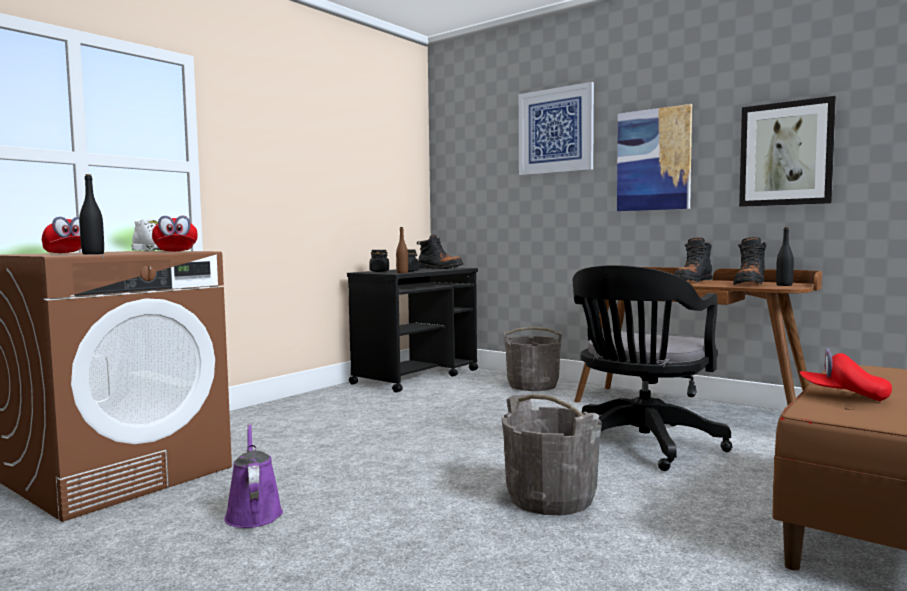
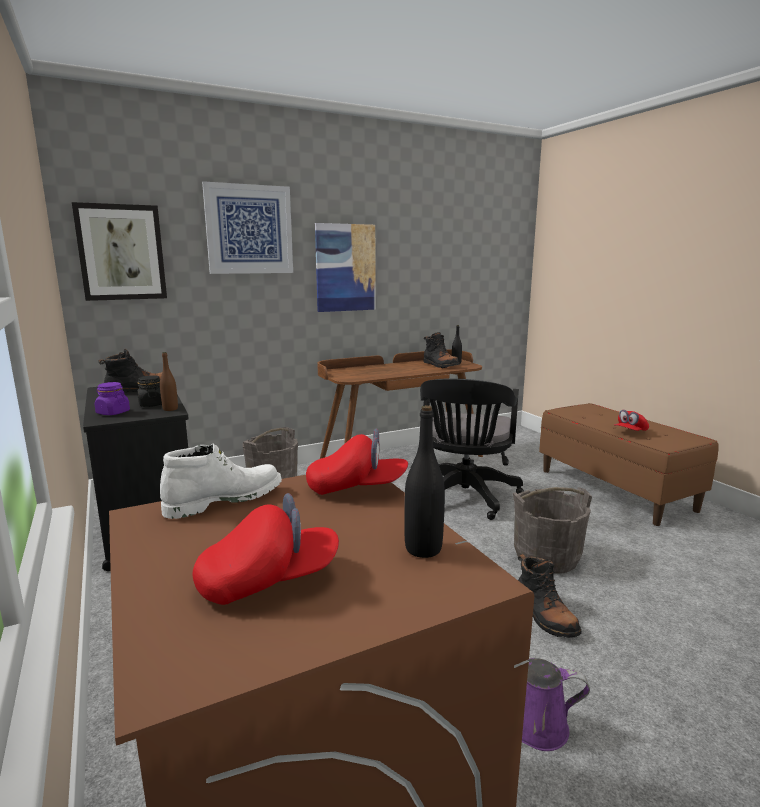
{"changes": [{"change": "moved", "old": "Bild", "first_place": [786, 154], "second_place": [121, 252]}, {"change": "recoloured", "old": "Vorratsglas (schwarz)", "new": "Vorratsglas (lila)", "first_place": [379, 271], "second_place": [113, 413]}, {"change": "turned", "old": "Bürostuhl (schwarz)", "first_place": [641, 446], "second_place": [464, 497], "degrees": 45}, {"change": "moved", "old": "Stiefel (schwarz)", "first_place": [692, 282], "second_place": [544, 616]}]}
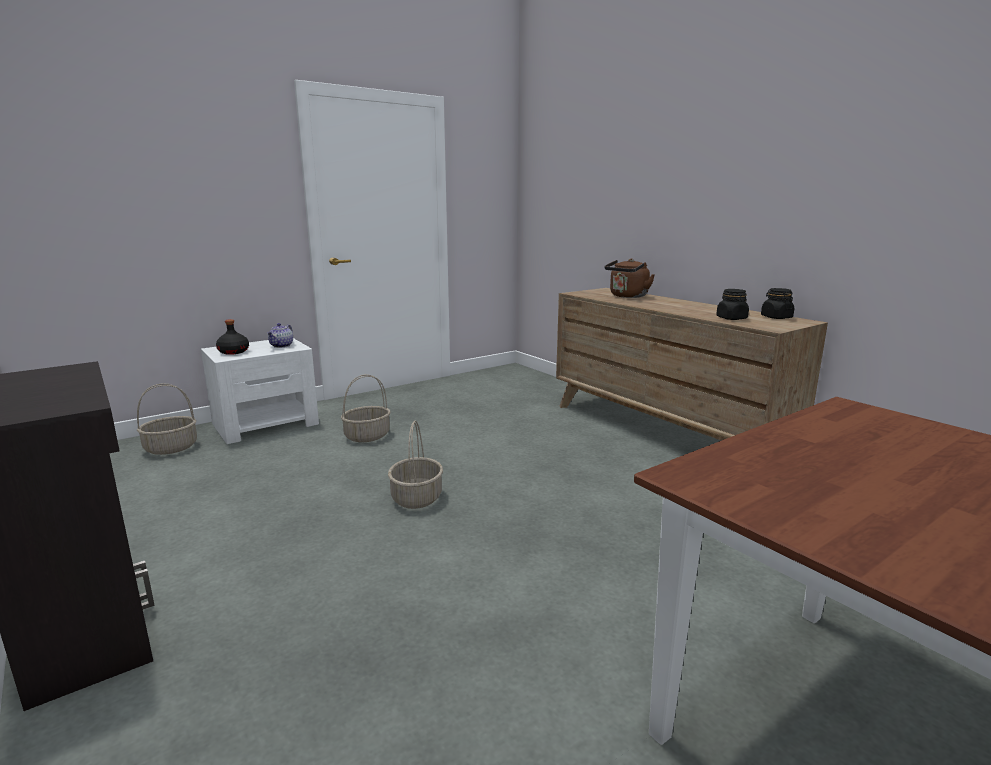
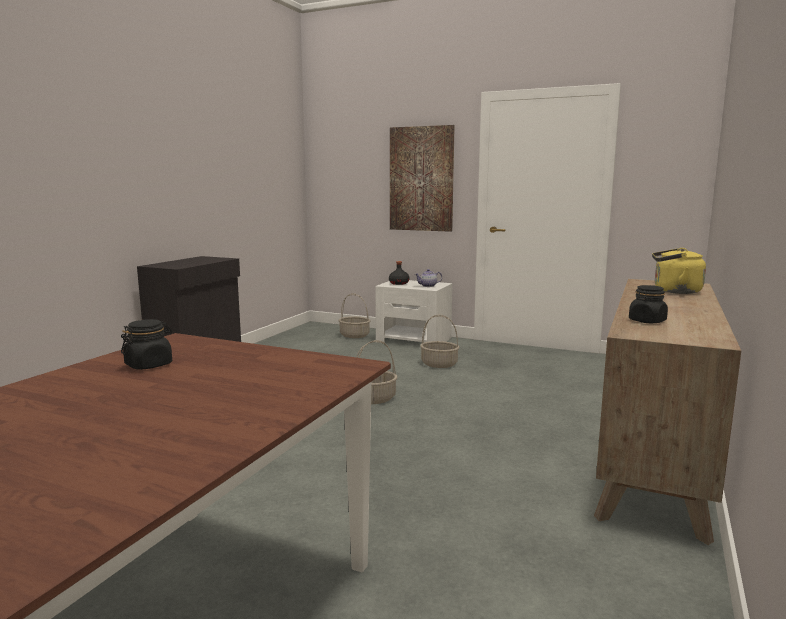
{"changes": [{"change": "moved", "old": "Vorratsglas (schwarz)", "first_place": [776, 317], "second_place": [149, 365]}, {"change": "added", "new": "Bild", "second_place": [421, 179]}, {"change": "recoloured", "old": "Wasserkessel (braun)", "new": "Wasserkessel (gelb)", "first_place": [627, 296], "second_place": [674, 291]}]}
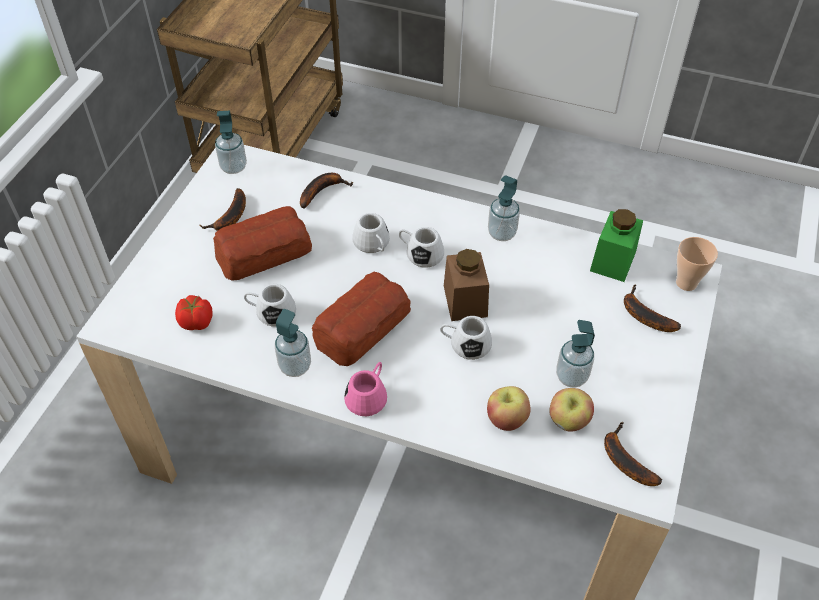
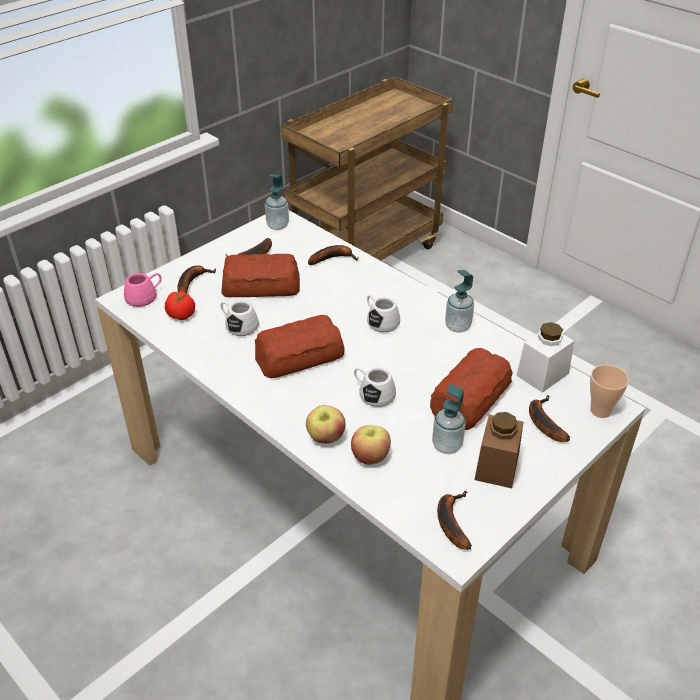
{"changes": [{"change": "moved", "old": "Henkelbecher (rosa)", "first_place": [368, 395], "second_place": [145, 296]}, {"change": "added", "new": "Banane", "second_place": [192, 282]}, {"change": "moved", "old": "Apfel", "first_place": [568, 421], "second_place": [325, 437]}, {"change": "added", "new": "Brot", "second_place": [471, 397]}, {"change": "moved", "old": "Vorratsglas (braun)", "first_place": [465, 301], "second_place": [496, 466]}, {"change": "recoloured", "old": "Vorratsglas (grün)", "new": "Vorratsglas (weiß)", "first_place": [613, 261], "second_place": [542, 374]}, {"change": "removed", "old": "Seifenspender", "first_place": [295, 366]}, {"change": "removed", "old": "Henkelbecher (weiß)", "first_place": [373, 244]}]}
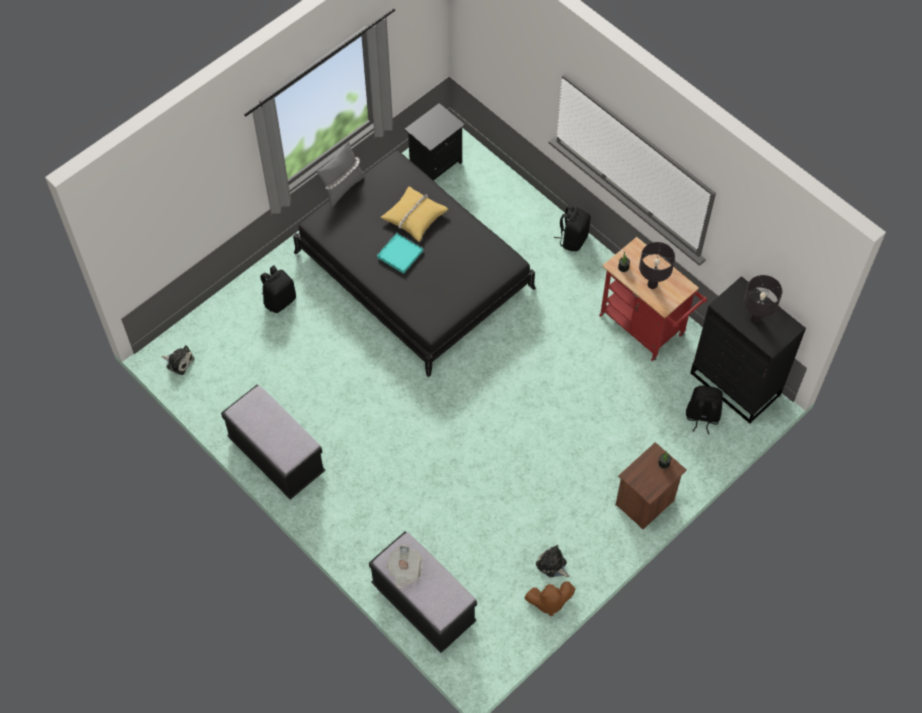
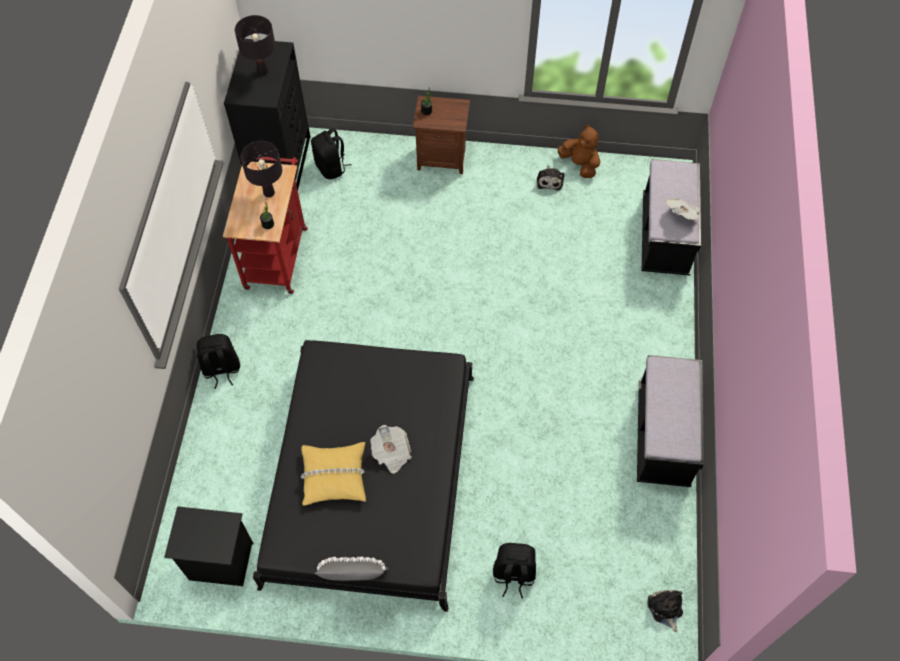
{"changes": [{"change": "replaced", "old": "Tablett (türkis)", "new": "Zeitung", "first_place": [400, 254], "second_place": [391, 453]}]}
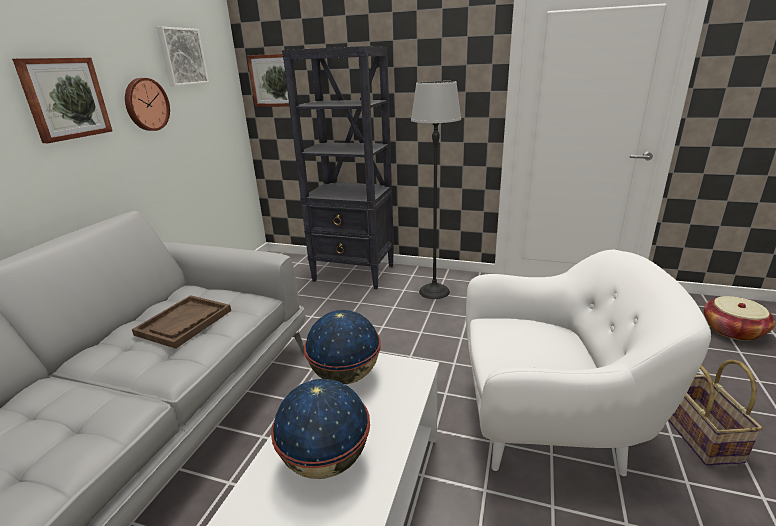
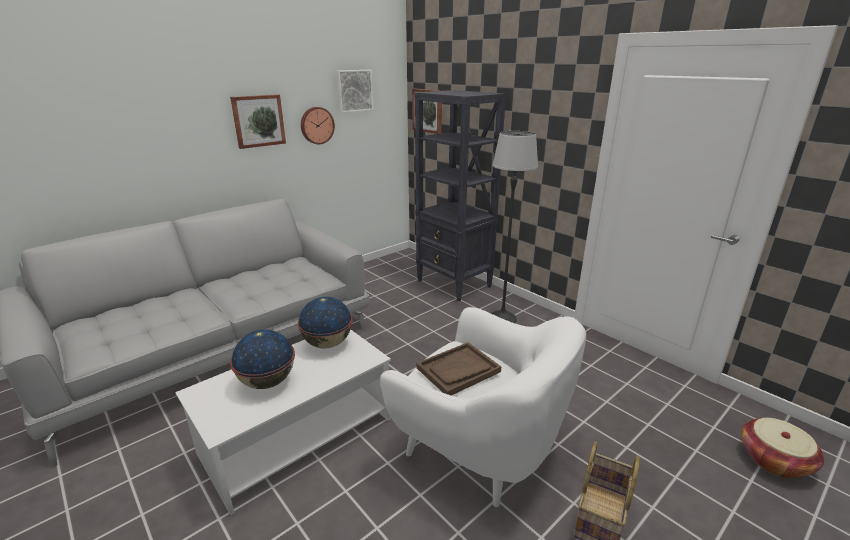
{"changes": [{"change": "moved", "old": "Tablett (braun)", "first_place": [184, 322], "second_place": [458, 370]}]}
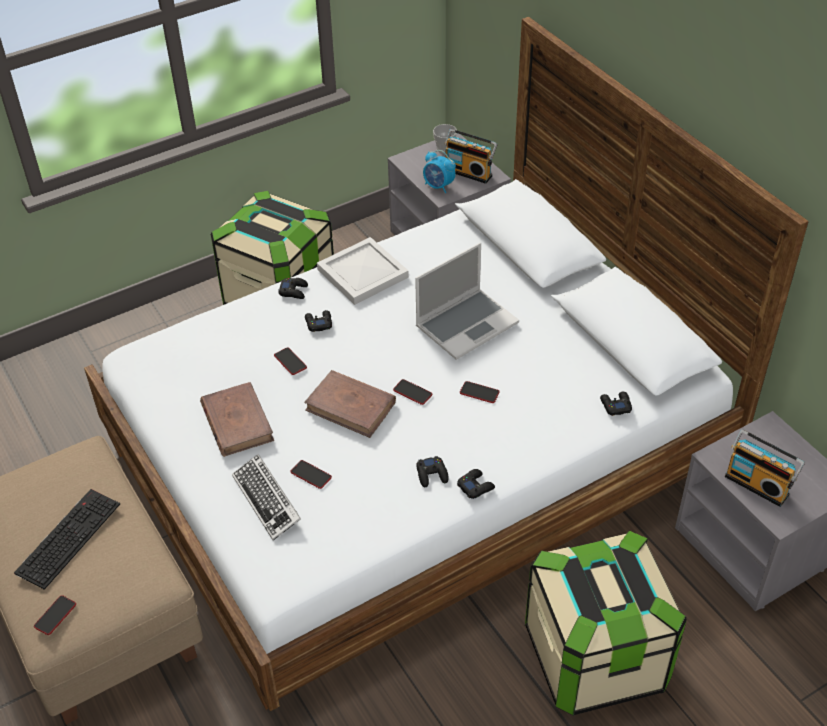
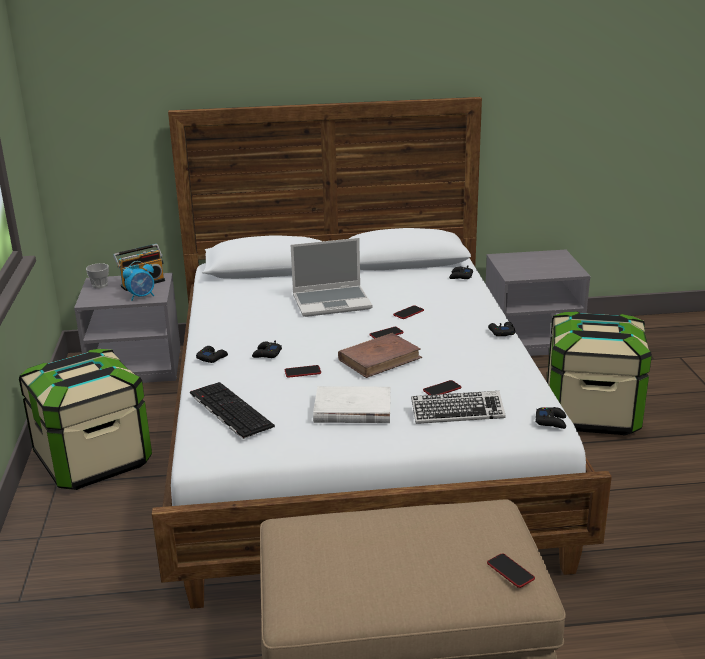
{"changes": [{"change": "moved", "old": "Tastatur", "first_place": [68, 536], "second_place": [228, 410]}, {"change": "turned", "old": "Laptop", "first_place": [467, 324], "second_place": [332, 302], "degrees": 90}, {"change": "recoloured", "old": "Buch (braun)", "new": "Buch (weiß)", "first_place": [237, 422], "second_place": [352, 410]}, {"change": "moved", "old": "Gamepad (schwarz)", "first_place": [432, 474], "second_place": [551, 421]}, {"change": "removed", "old": "Tablett (weiß)", "first_place": [364, 273]}, {"change": "removed", "old": "Radio", "first_place": [758, 484]}]}
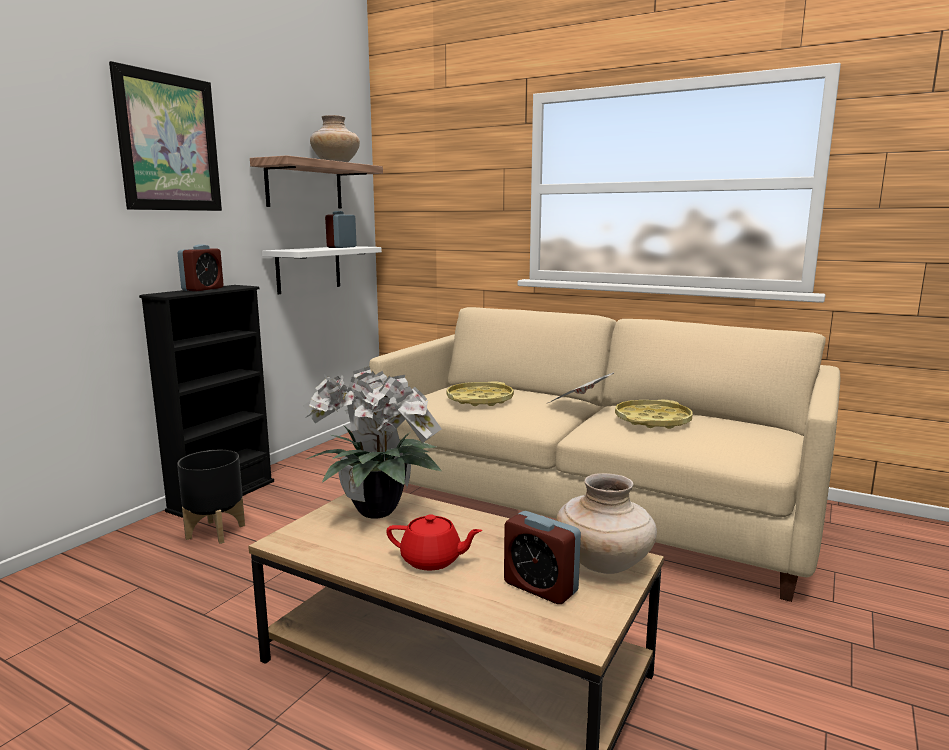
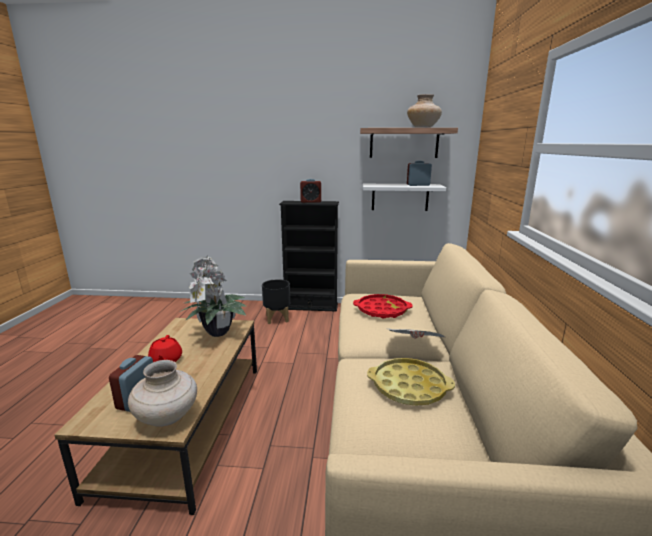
{"changes": [{"change": "recoloured", "old": "Tablett (gelb)", "new": "Tablett (rot)", "first_place": [479, 400], "second_place": [382, 310]}, {"change": "removed", "old": "Bild", "first_place": [169, 143]}]}
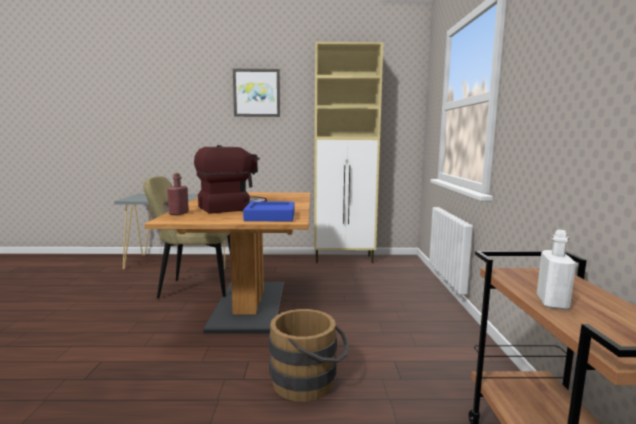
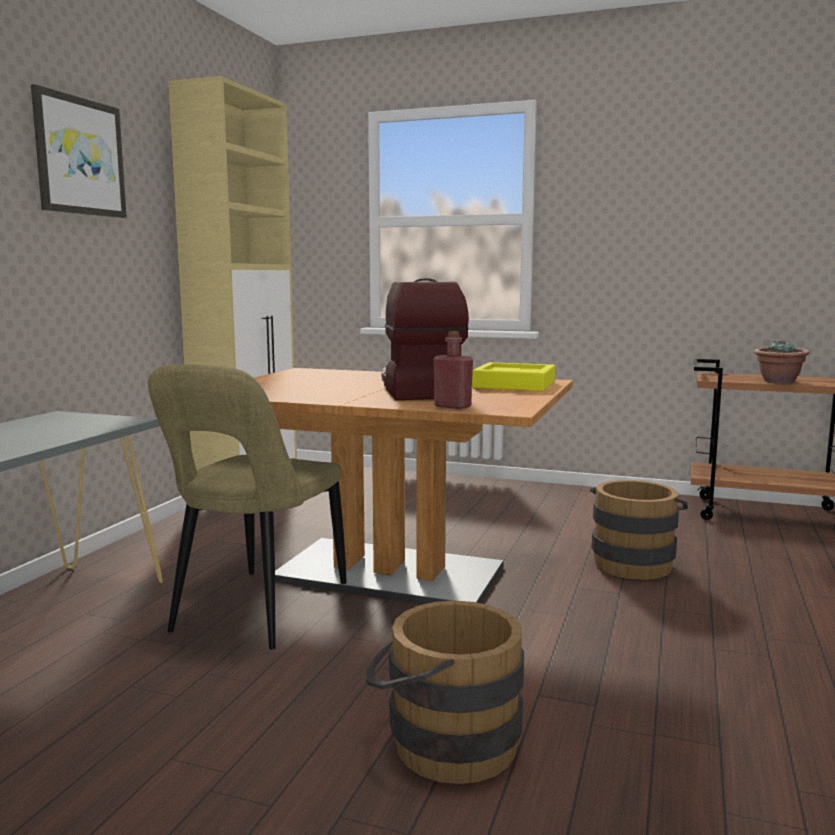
{"changes": [{"change": "added", "new": "Eimer (braun)", "second_place": [442, 742]}, {"change": "recoloured", "old": "Tablett (blau)", "new": "Tablett (gelb)", "first_place": [270, 216], "second_place": [514, 384]}, {"change": "replaced", "old": "Flasche (weiß)", "new": "Topfpflanze", "first_place": [552, 302], "second_place": [779, 381]}]}
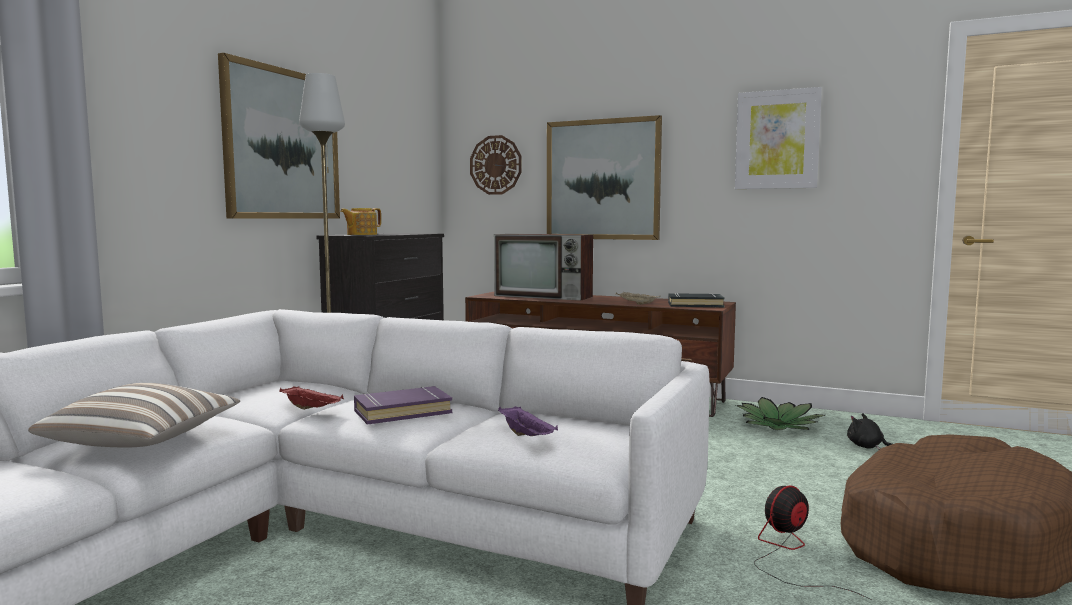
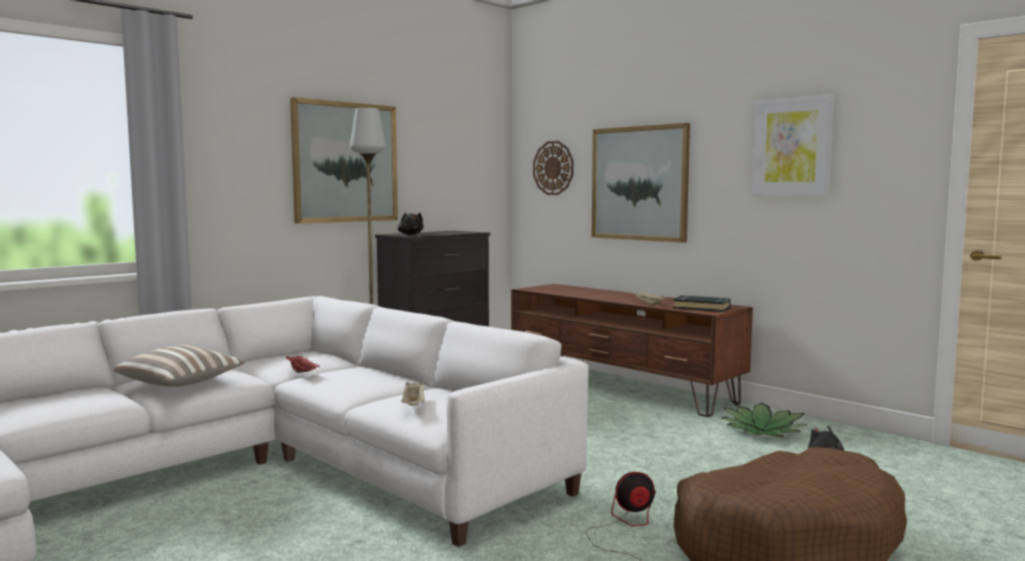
{"changes": [{"change": "replaced", "old": "Teekanne", "new": "Plüschtier (schwarz)", "first_place": [361, 234], "second_place": [410, 234]}, {"change": "recoloured", "old": "Tablett (lila)", "new": "Tablett (beige)", "first_place": [527, 436], "second_place": [414, 405]}, {"change": "removed", "old": "Buch (lila)", "first_place": [402, 412]}, {"change": "removed", "old": "Fernseher", "first_place": [545, 296]}]}
